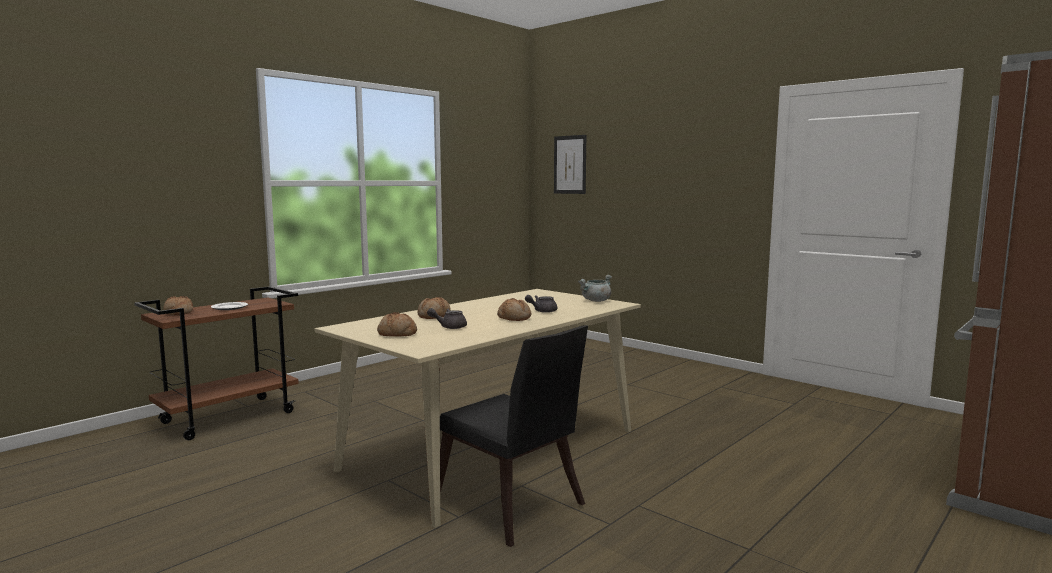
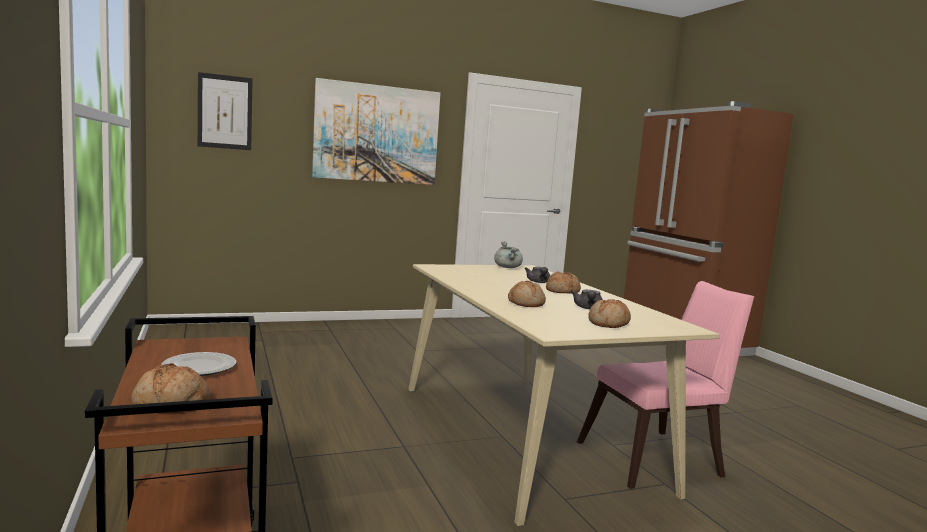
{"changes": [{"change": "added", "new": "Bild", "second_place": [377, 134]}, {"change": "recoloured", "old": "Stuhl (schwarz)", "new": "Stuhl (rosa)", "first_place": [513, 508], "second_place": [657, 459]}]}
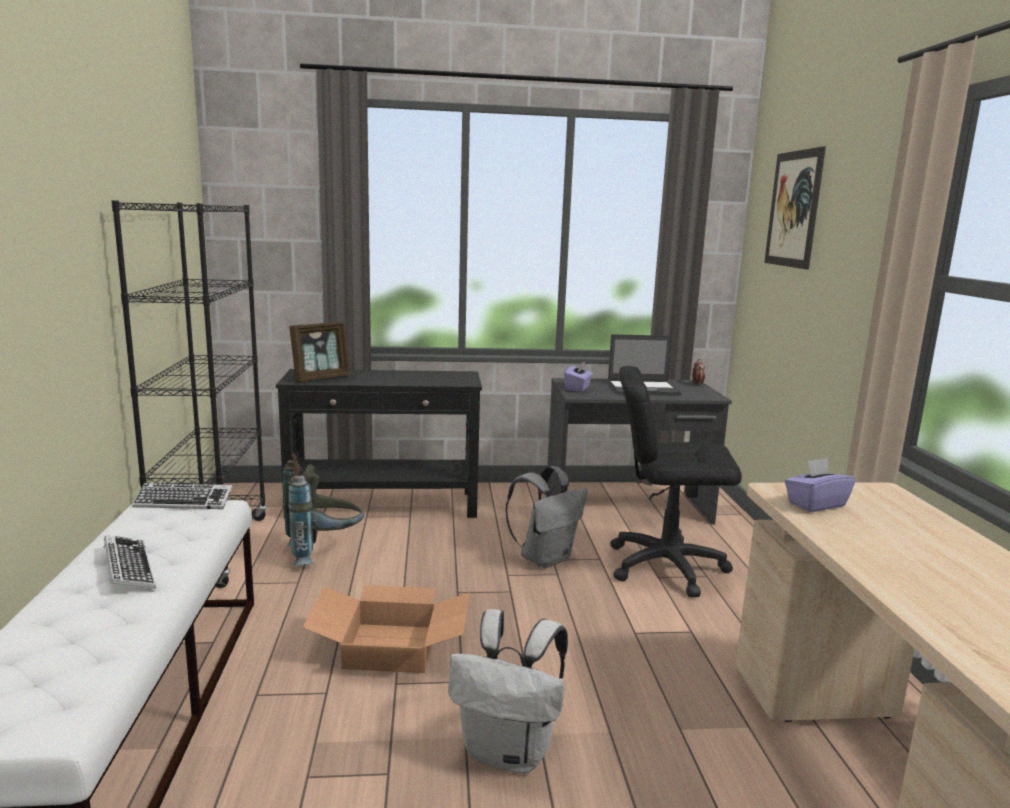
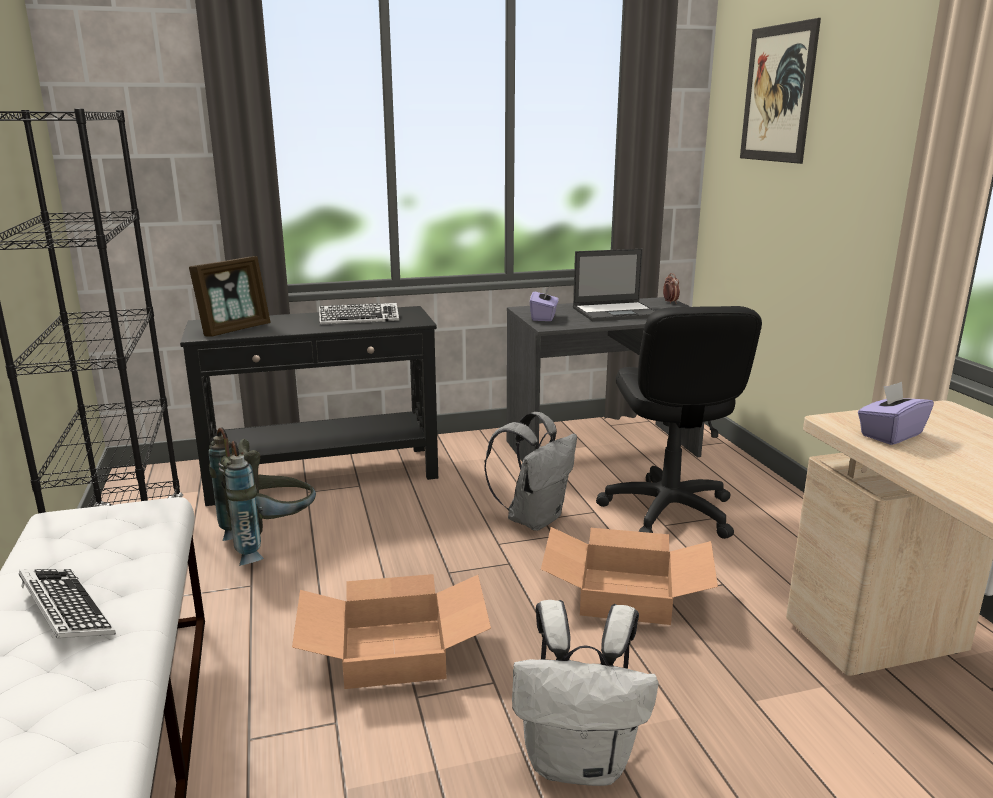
{"changes": [{"change": "moved", "old": "Tastatur", "first_place": [184, 502], "second_place": [359, 319]}, {"change": "added", "new": "Karton", "second_place": [624, 596]}, {"change": "turned", "old": "Bürostuhl (schwarz)", "first_place": [665, 566], "second_place": [668, 511], "degrees": -90}]}
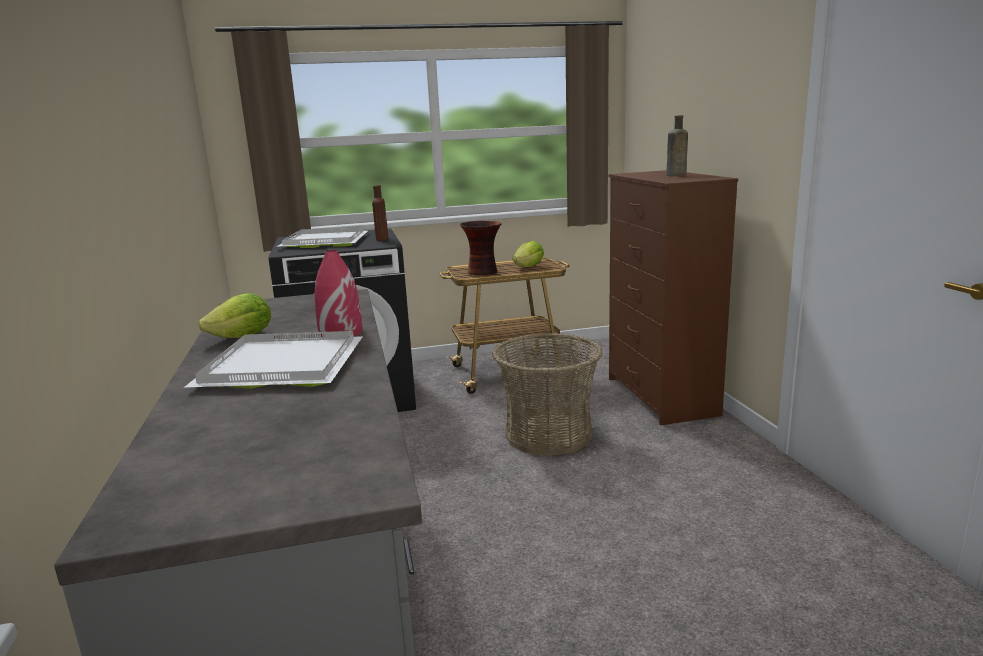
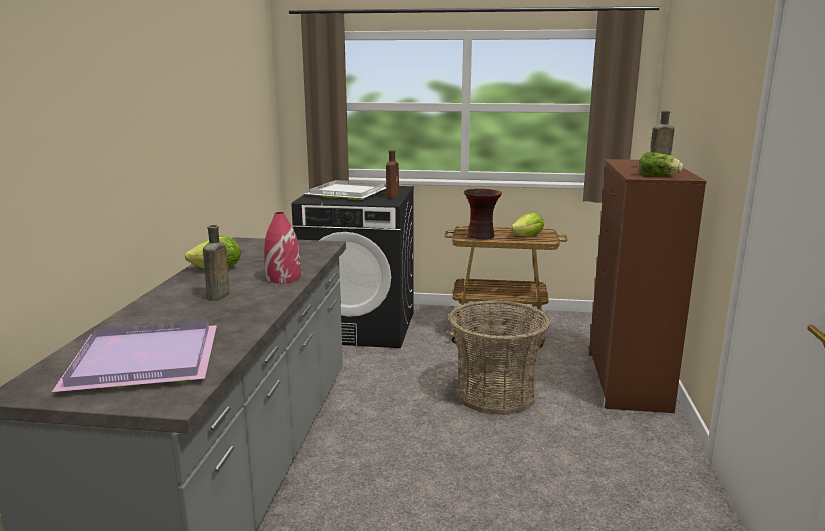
{"changes": [{"change": "added", "new": "Tablett (lila)", "second_place": [146, 361]}, {"change": "replaced", "old": "Tablett (weiß)", "new": "Flasche (braun)", "first_place": [280, 365], "second_place": [217, 296]}, {"change": "added", "new": "Salatkopf", "second_place": [659, 176]}]}
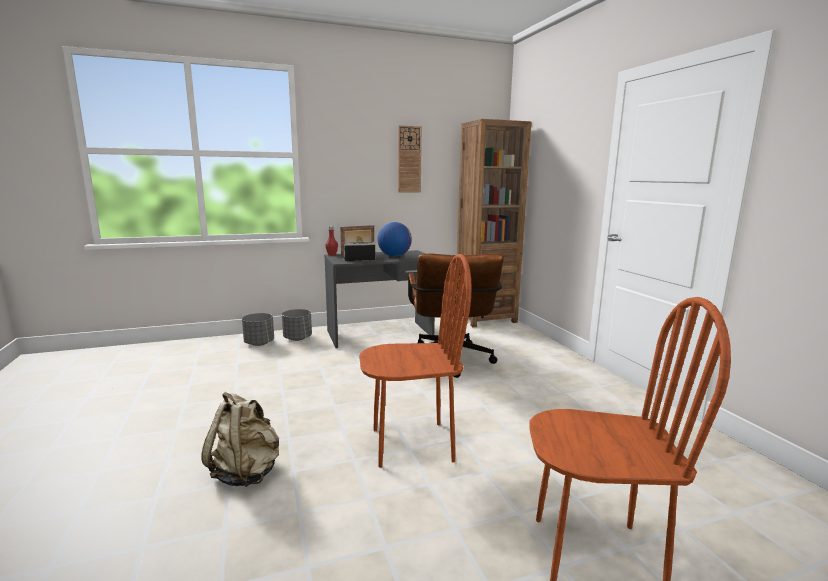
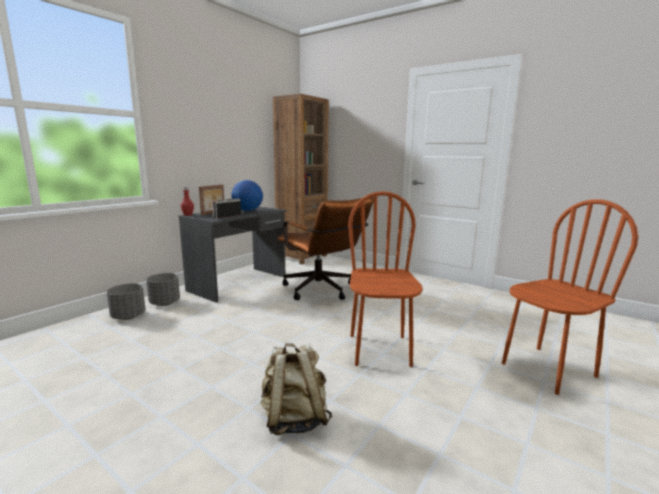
{"changes": [{"change": "turned", "old": "Stuhl (braun)", "first_place": [412, 444], "second_place": [380, 350], "degrees": -45}, {"change": "removed", "old": "Wanduhr", "first_place": [409, 159]}]}
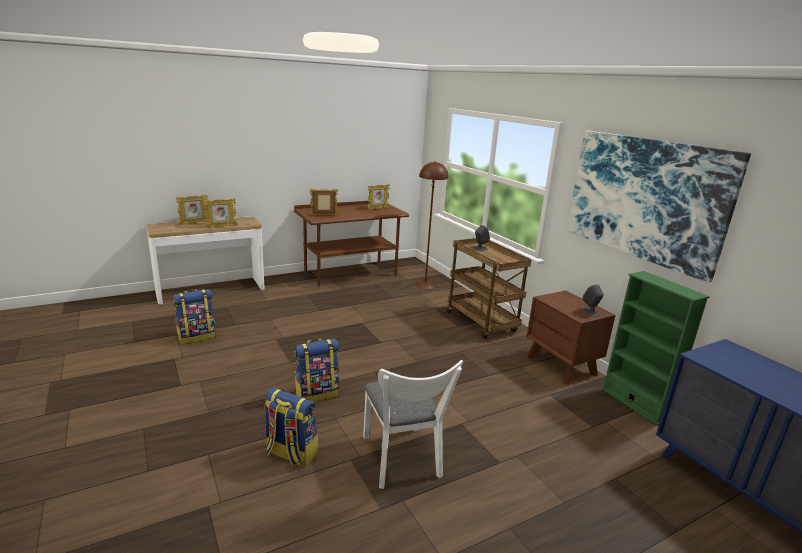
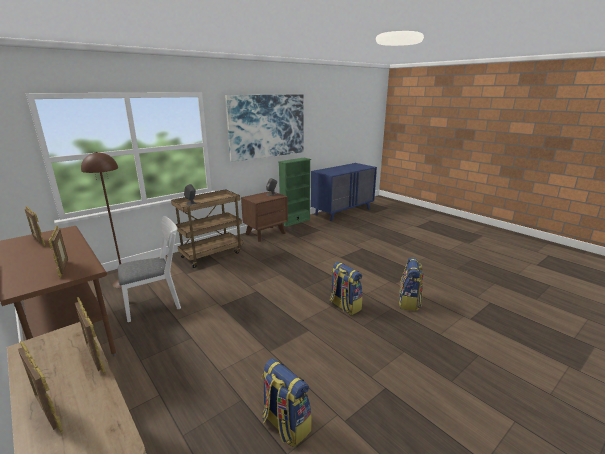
{"changes": [{"change": "moved", "old": "Stuhl (weiß)", "first_place": [402, 461], "second_place": [157, 303]}]}
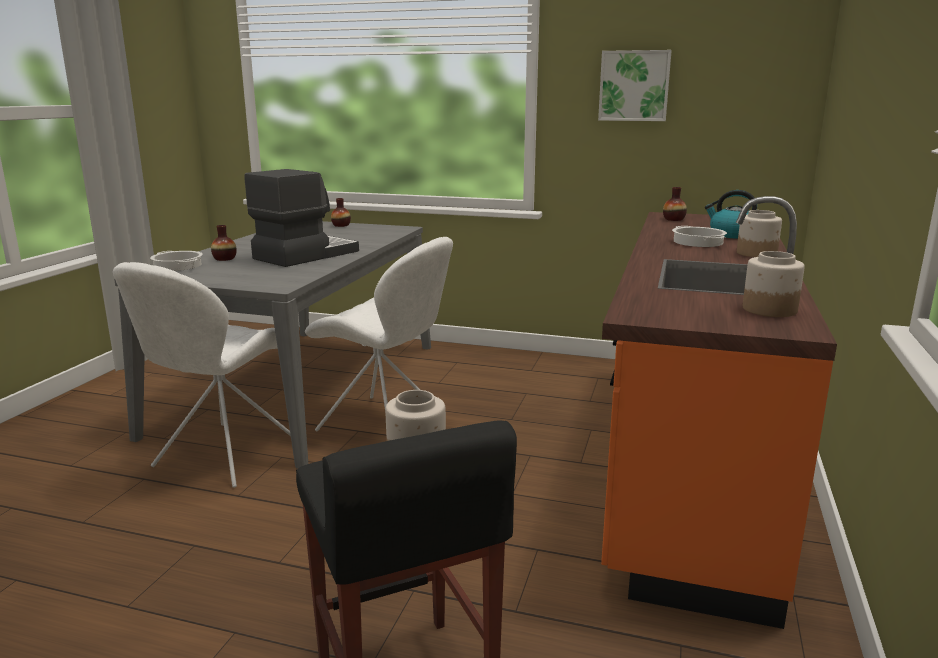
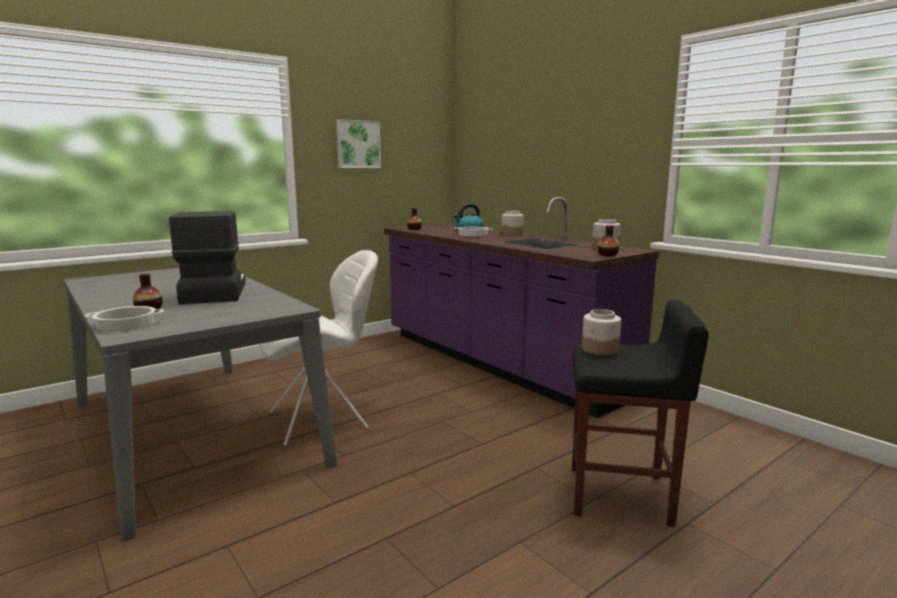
{"changes": [{"change": "recoloured", "old": "Küchenzeile (orange)", "new": "Küchenzeile (lila)", "first_place": [688, 459], "second_place": [497, 363]}, {"change": "moved", "old": "Vase", "first_place": [341, 225], "second_place": [607, 255]}, {"change": "removed", "old": "Stuhl (weiß)", "first_place": [223, 456]}]}
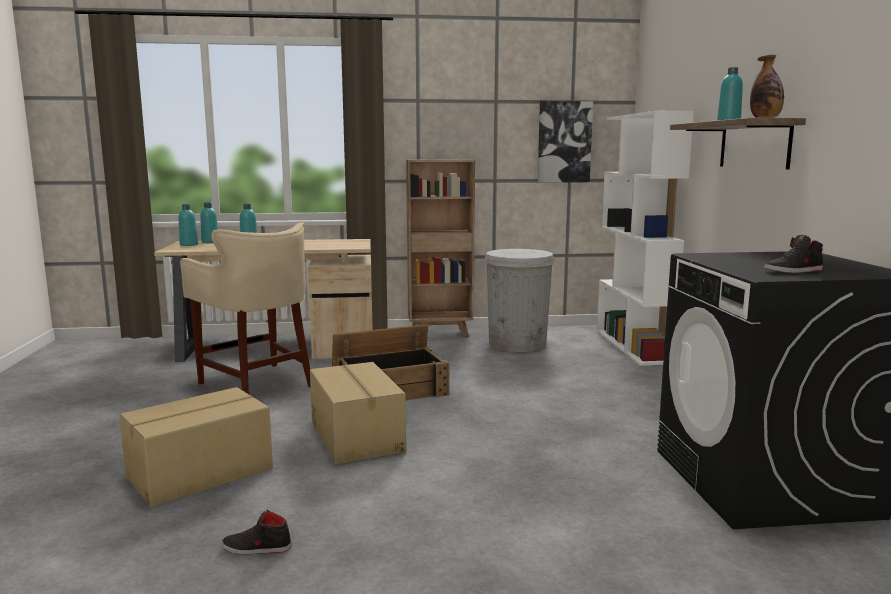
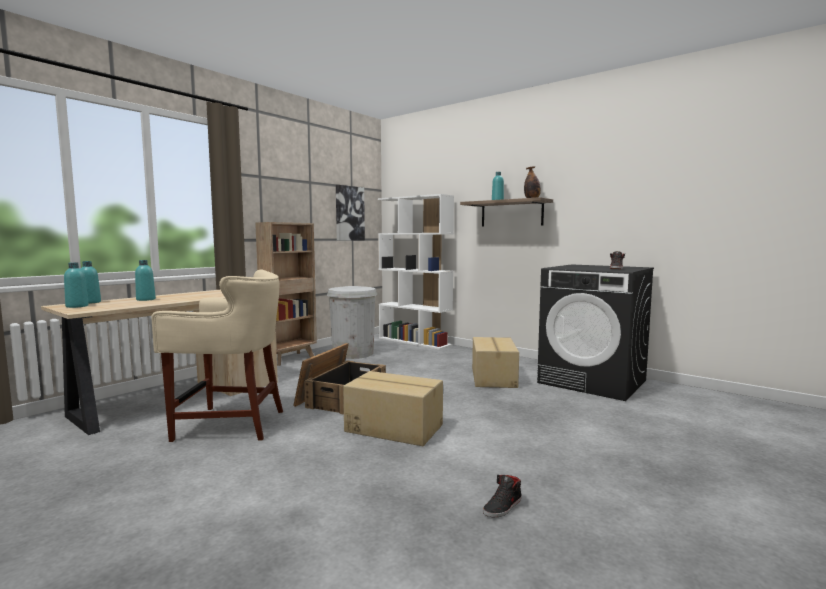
{"changes": [{"change": "moved", "old": "Karton", "first_place": [201, 473], "second_place": [494, 377]}]}
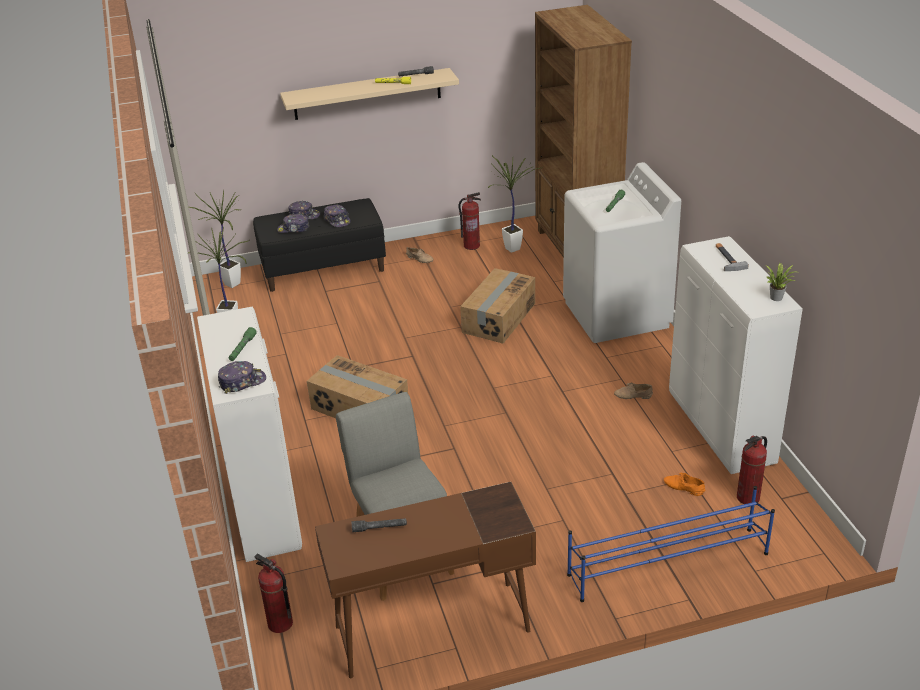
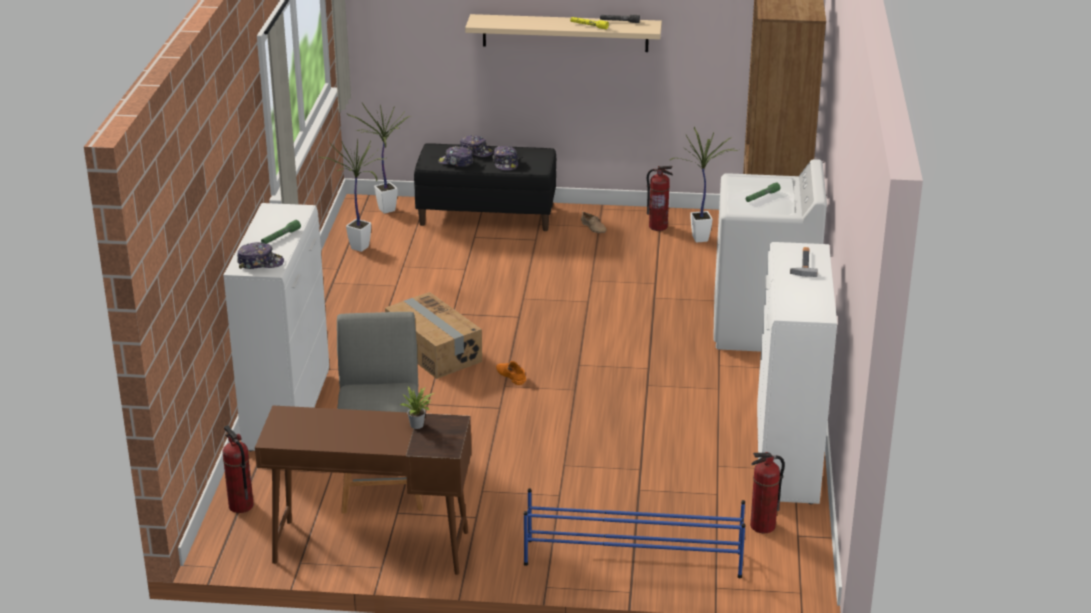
{"changes": [{"change": "moved", "old": "Topfpflanze", "first_place": [777, 297], "second_place": [418, 425]}, {"change": "moved", "old": "Schuh (orange)", "first_place": [683, 487], "second_place": [510, 376]}, {"change": "removed", "old": "Taschenlampe (grau)", "first_place": [379, 528]}, {"change": "removed", "old": "Karton", "first_place": [498, 318]}, {"change": "removed", "old": "Schuh (beige)", "first_place": [633, 396]}]}
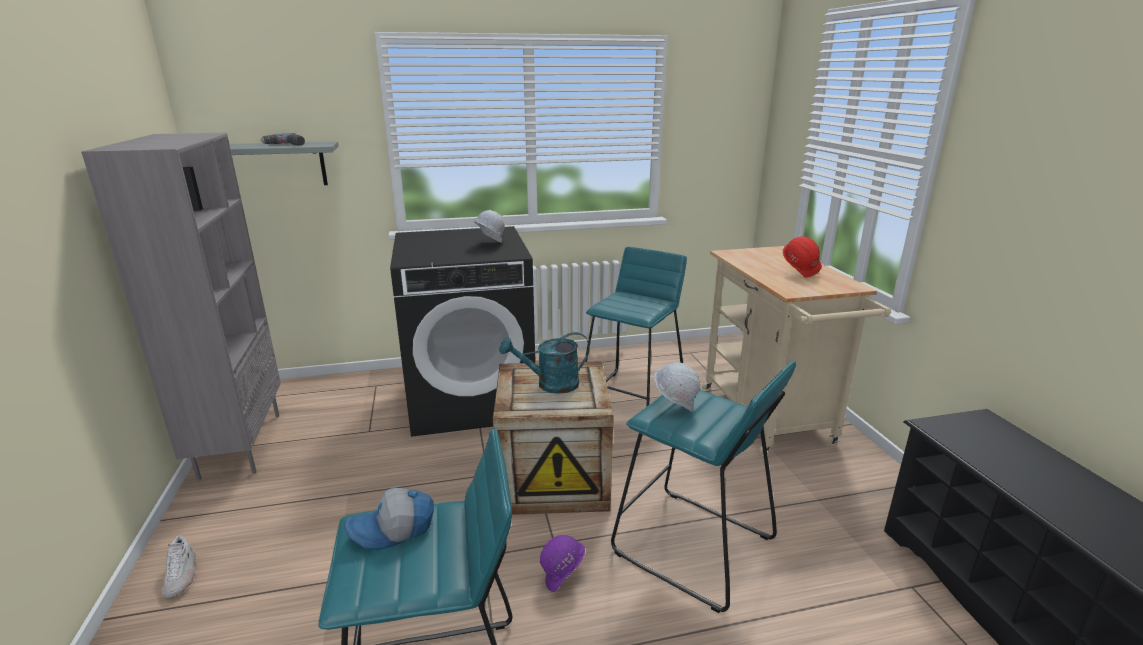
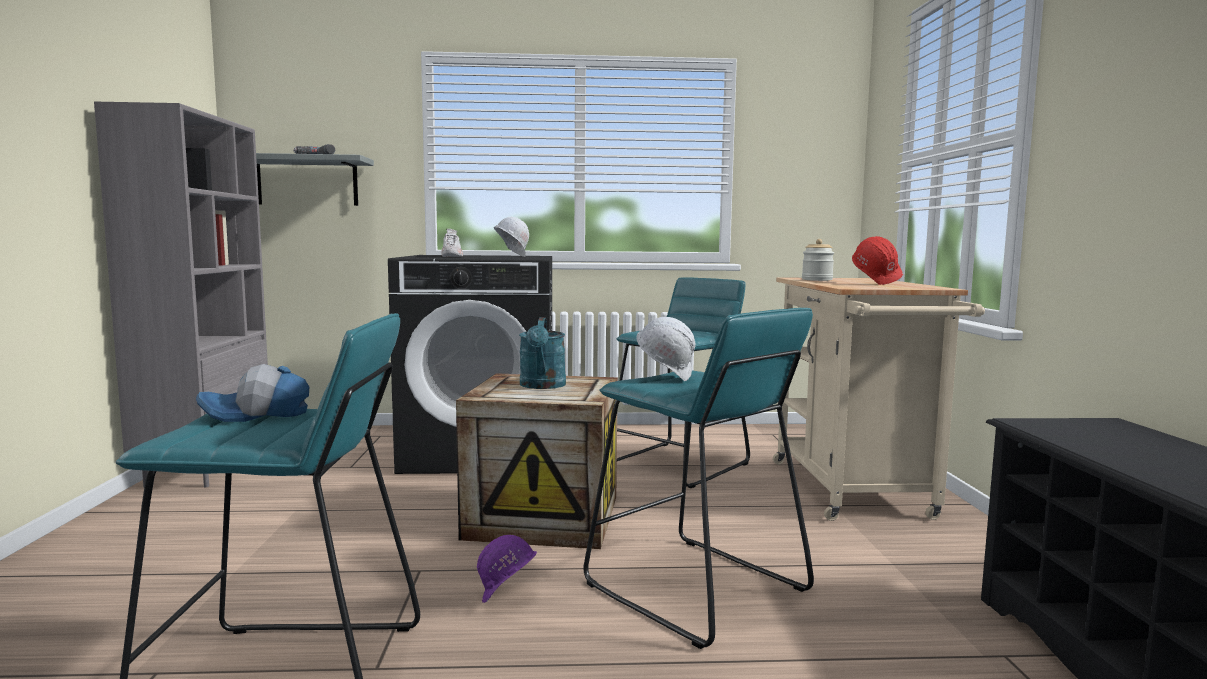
{"changes": [{"change": "moved", "old": "Schuh (weiß)", "first_place": [181, 576], "second_place": [452, 256]}, {"change": "turned", "old": "Gießkanne (türkis)", "first_place": [550, 385], "second_place": [542, 386], "degrees": -90}, {"change": "added", "new": "Vorratsglas", "second_place": [817, 280]}]}
